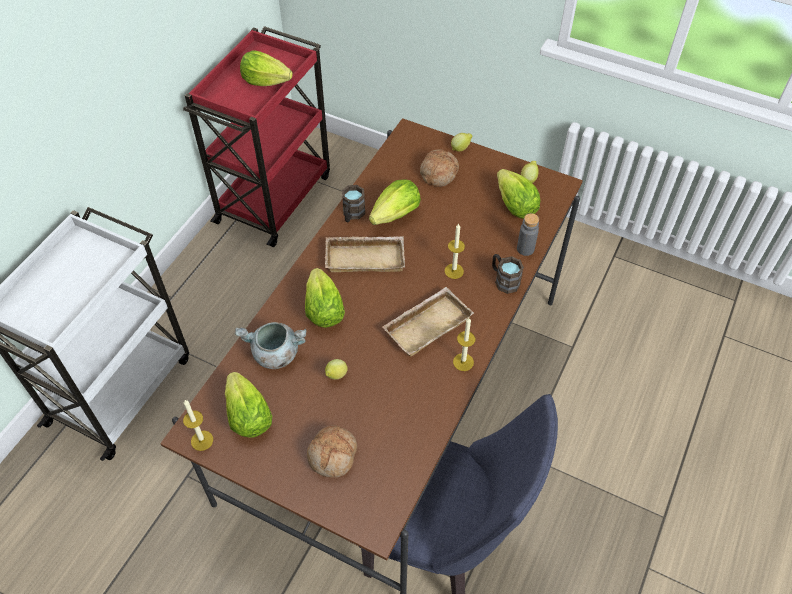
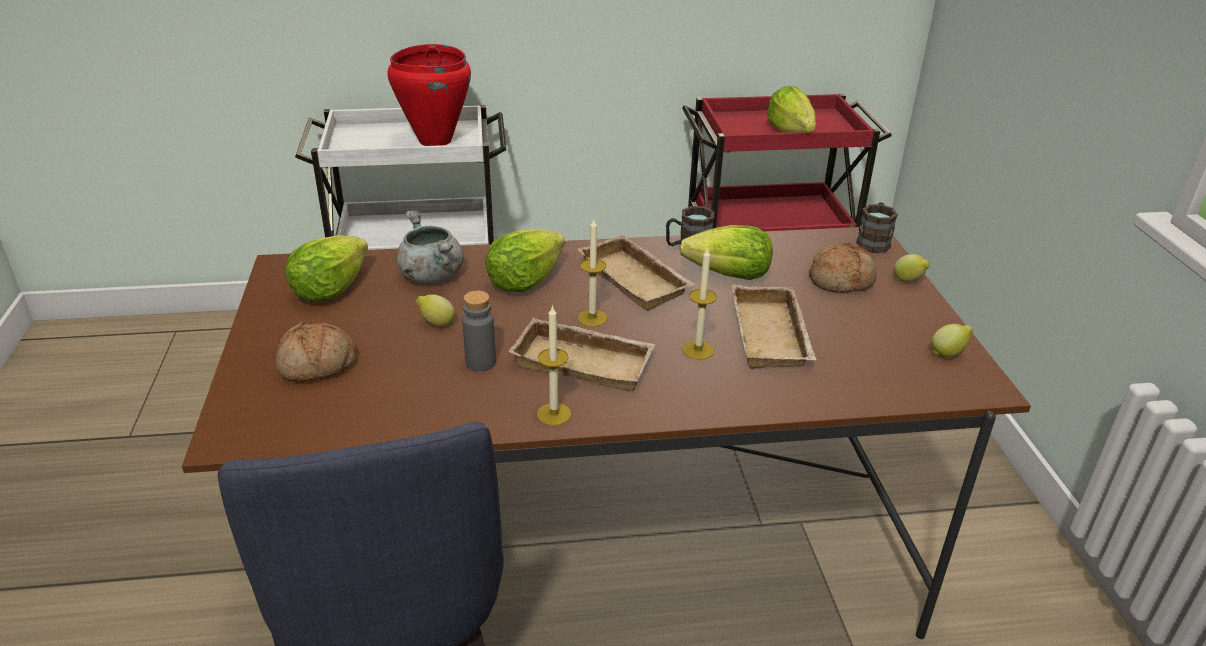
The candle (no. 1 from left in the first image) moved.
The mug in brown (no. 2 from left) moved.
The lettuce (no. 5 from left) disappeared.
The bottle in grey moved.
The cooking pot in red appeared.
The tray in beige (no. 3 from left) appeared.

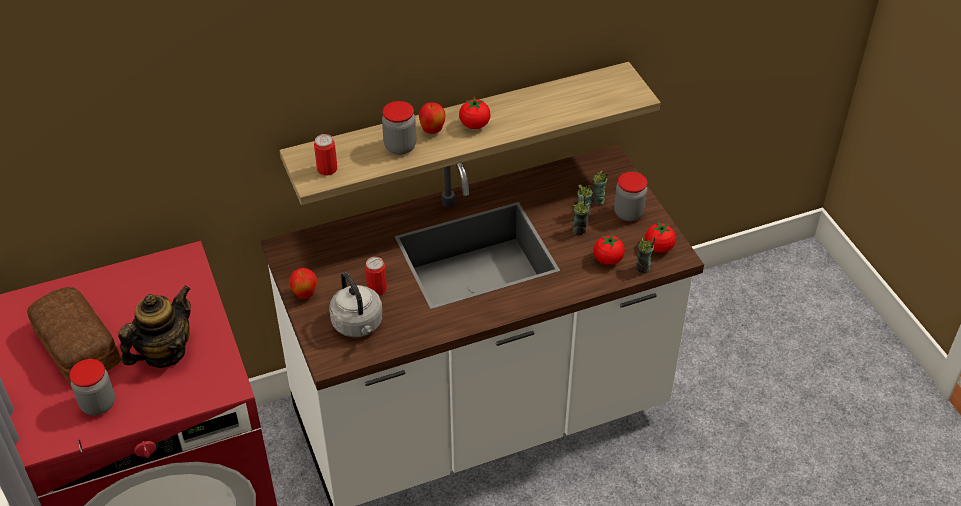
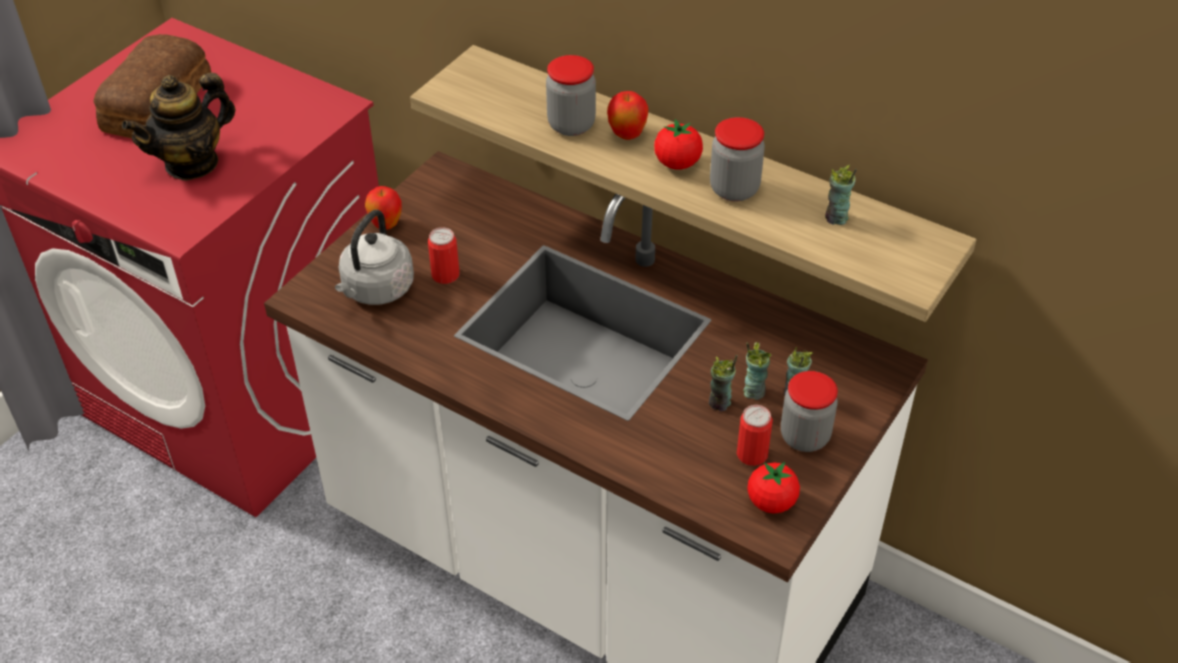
The jar (no. 1 from left in the first image) moved.
The teapot turned 135 degrees clockwise.
The can (no. 1 from left in the first image) moved.
The tomato (no. 2 from left) disappeared.
The cup (no. 4 from left) moved.

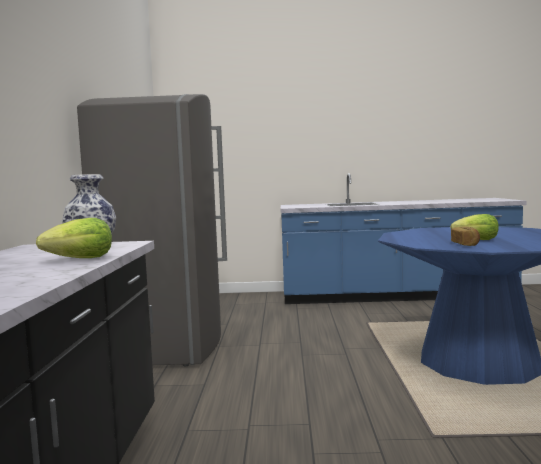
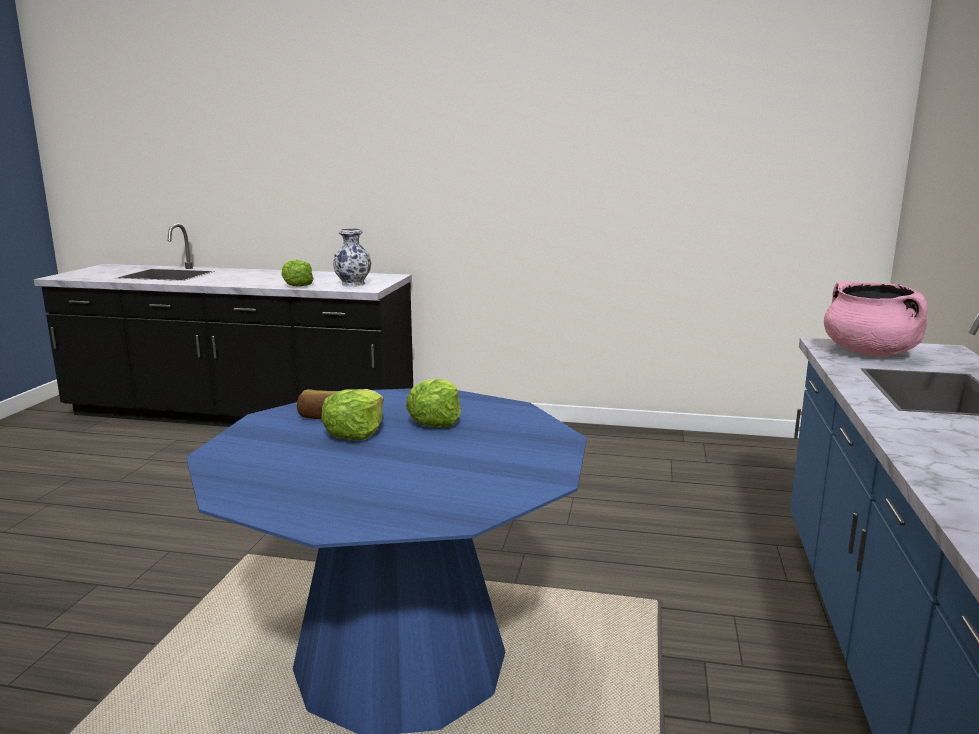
The fridge in grey disappeared.
The lettuce (no. 3 from left) appeared.
The cooking pot in pink appeared.

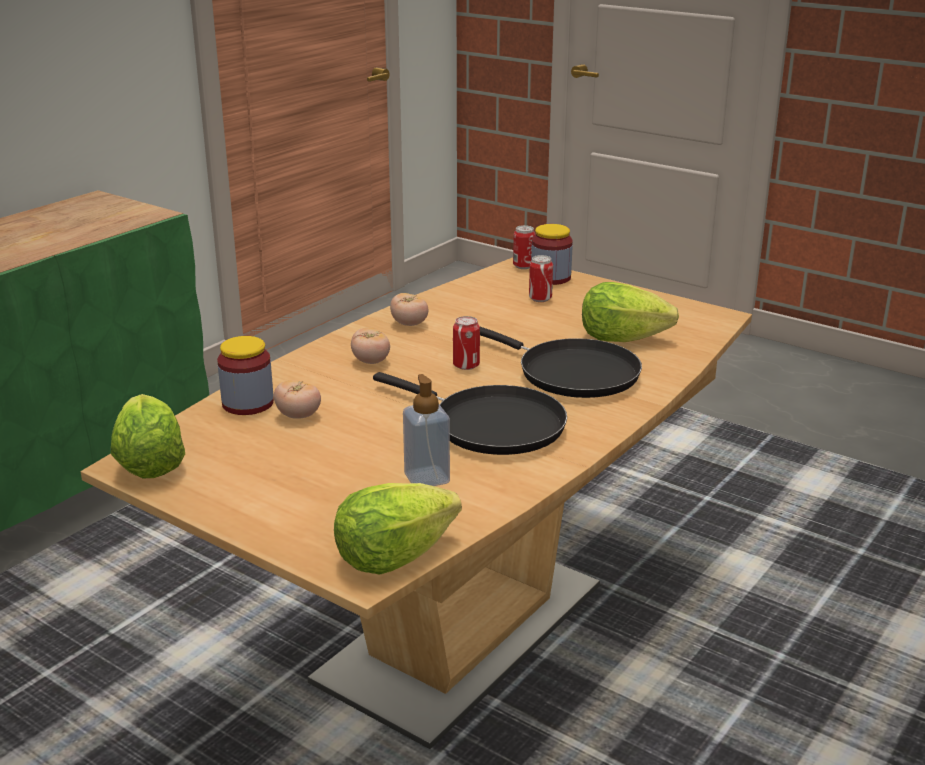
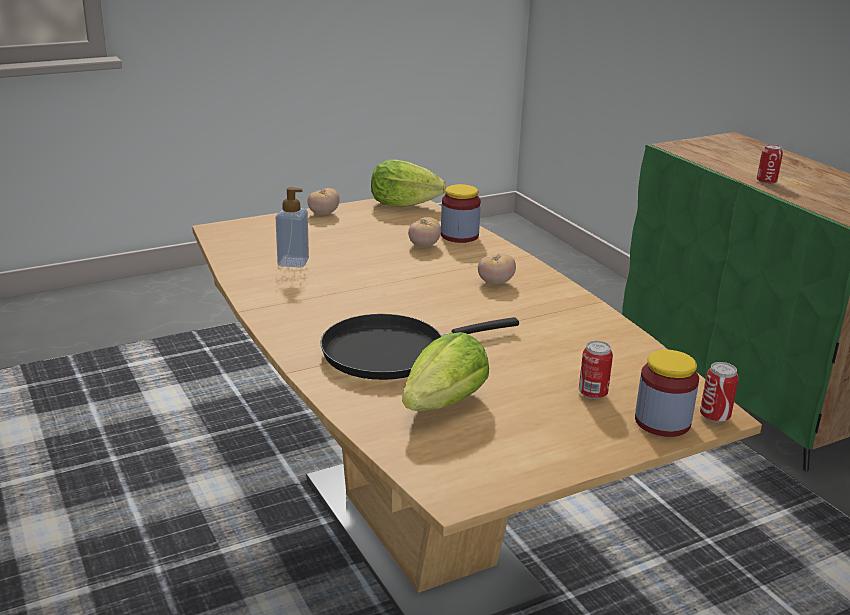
The lettuce (no. 2 from left) disappeared.
The frying pan in black (no. 1 from left) disappeared.
The tomato (no. 3 from left in the first image) moved.
The can (no. 1 from left in the first image) moved.

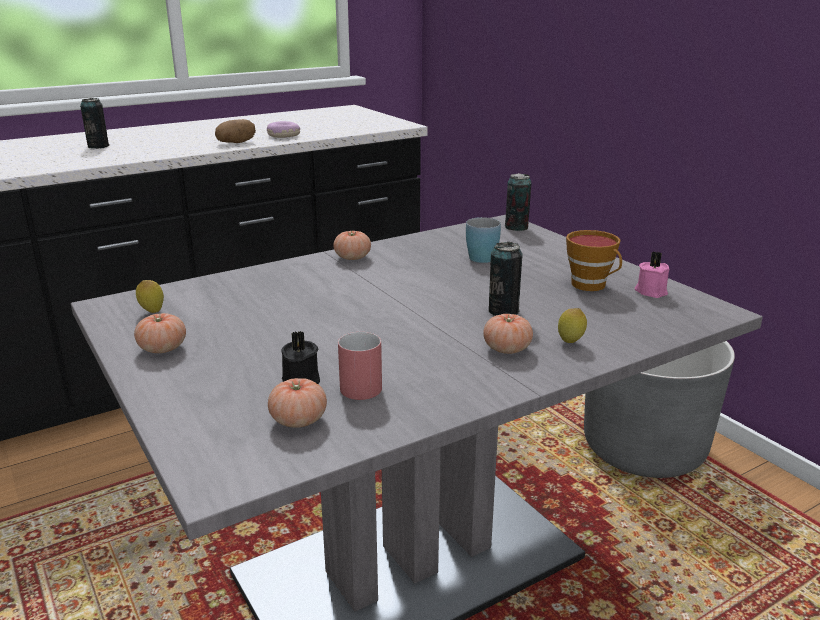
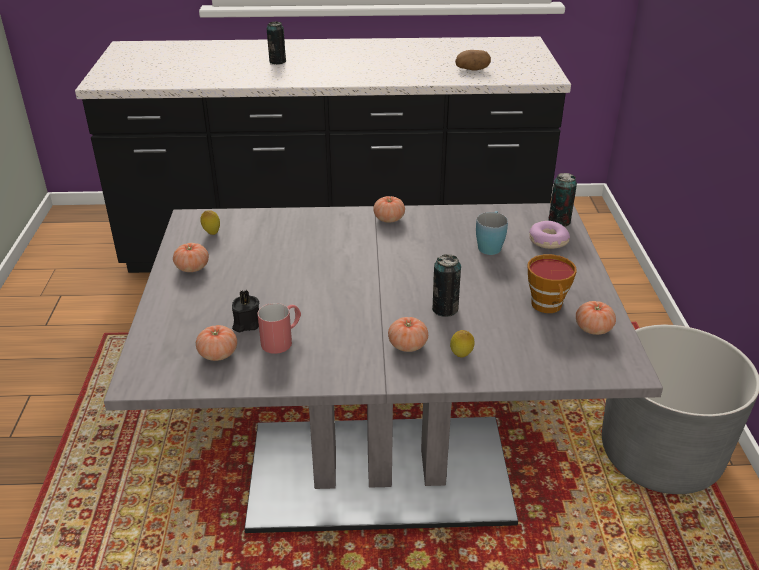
The potato moved.
The donut moved.
The candle in pink was replaced by the tomato (no. 5 from left).

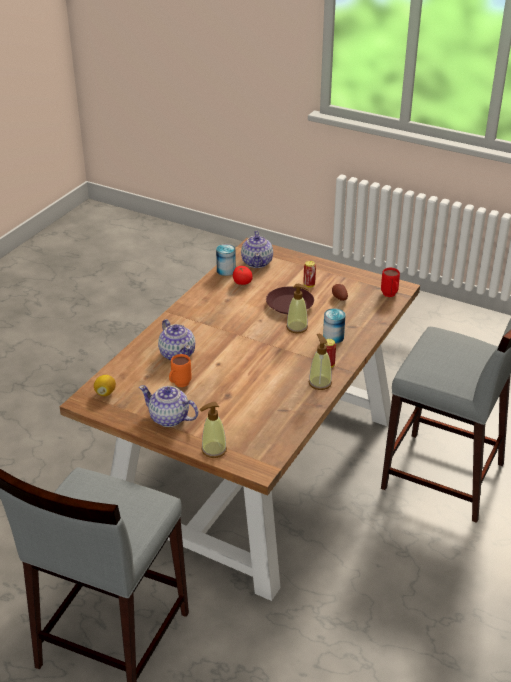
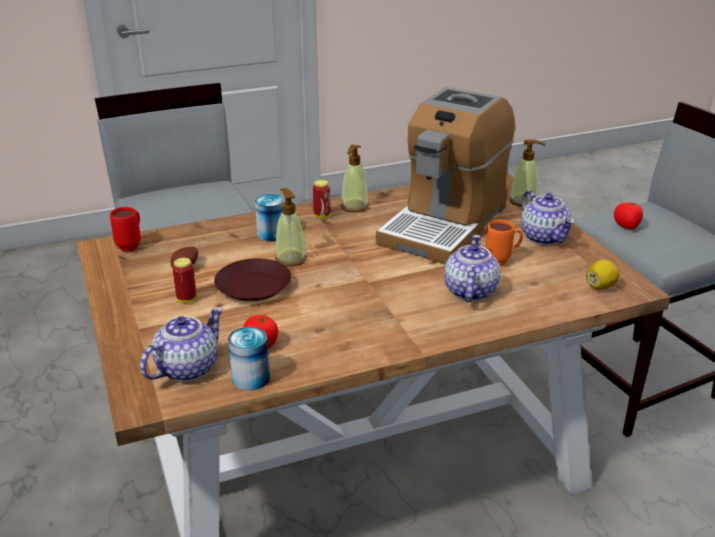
The coffee machine appeared.
The tomato (no. 2 from left) appeared.

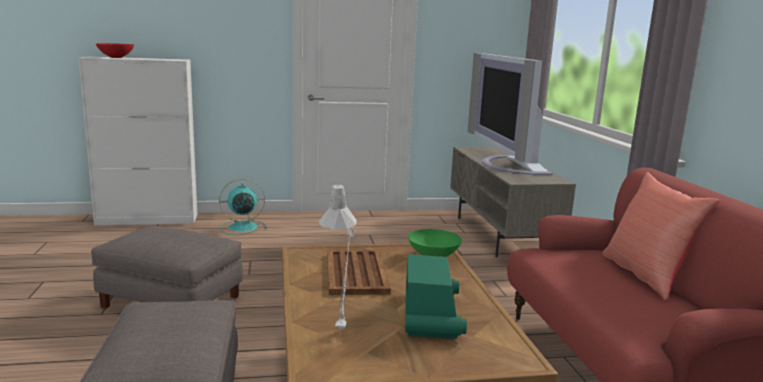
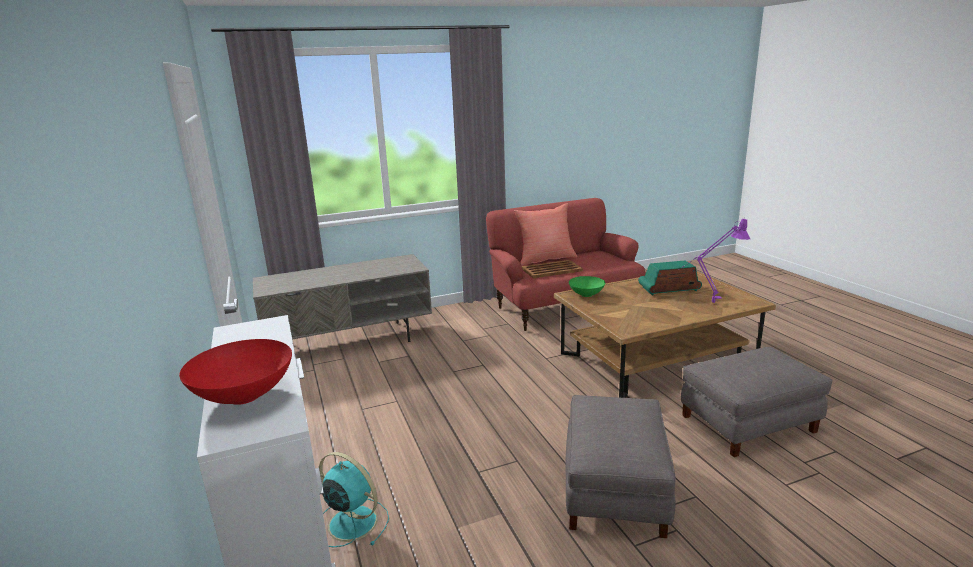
The fan in turquoise turned 150 degrees clockwise.
The table lamp in grey became the table lamp in purple.
The tray in brown moved.
The television disappeared.

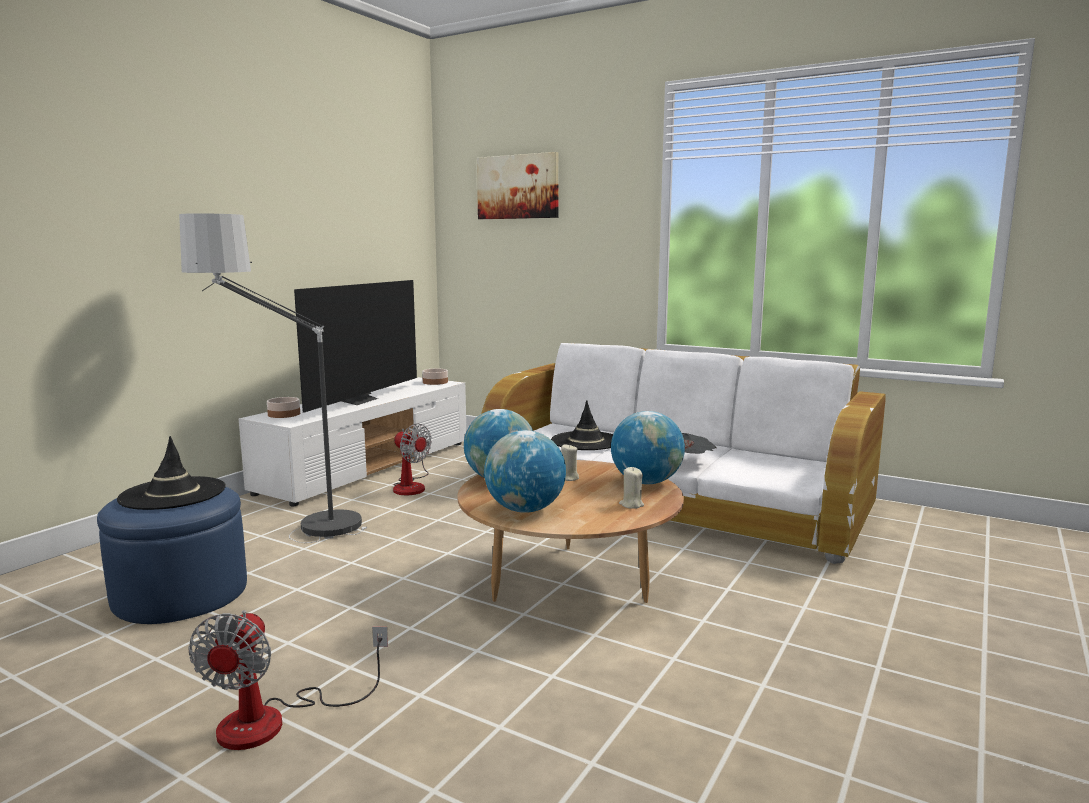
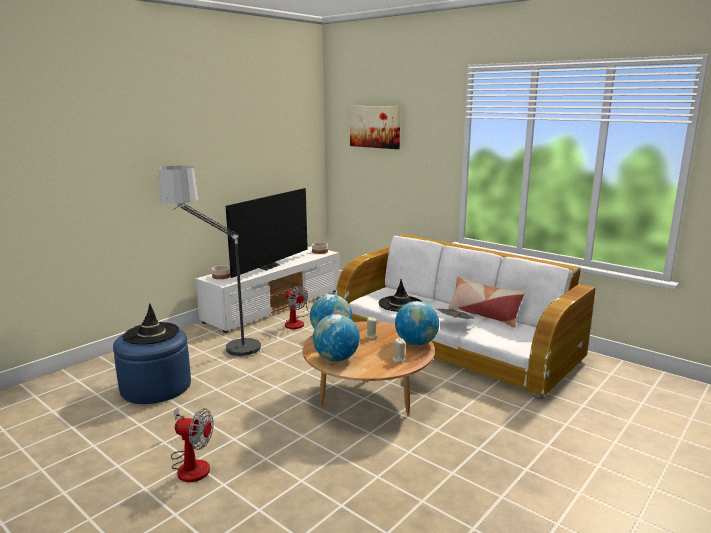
The fan (no. 1 from left) turned 90 degrees counterclockwise.
The pillow appeared.

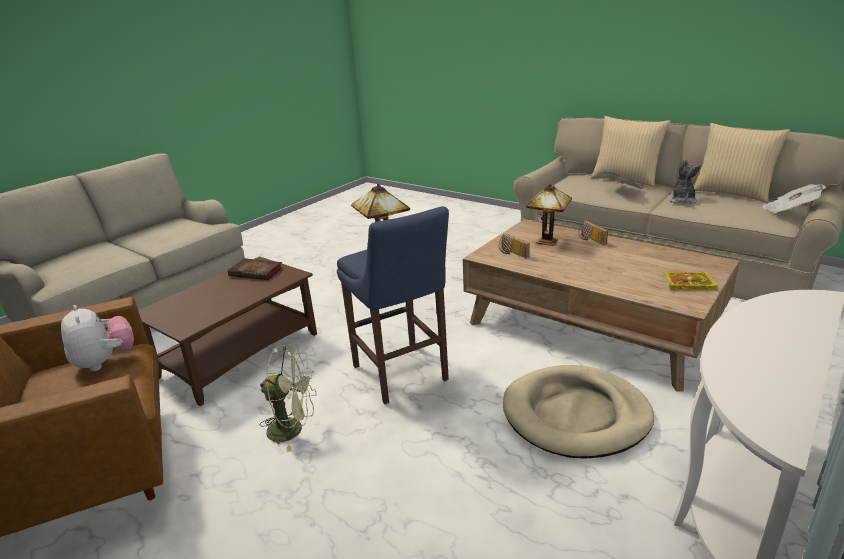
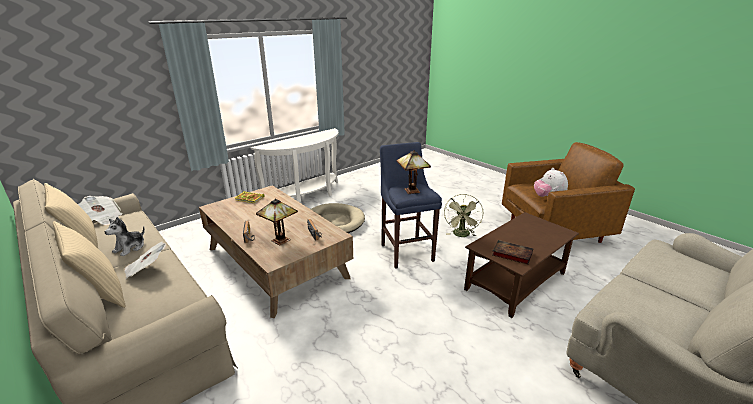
The fan in green turned 90 degrees counterclockwise.

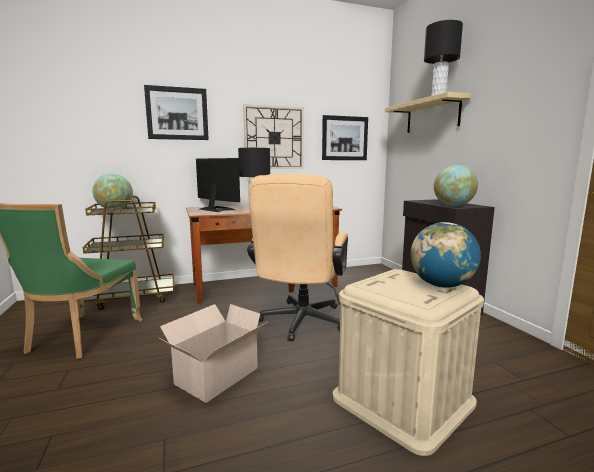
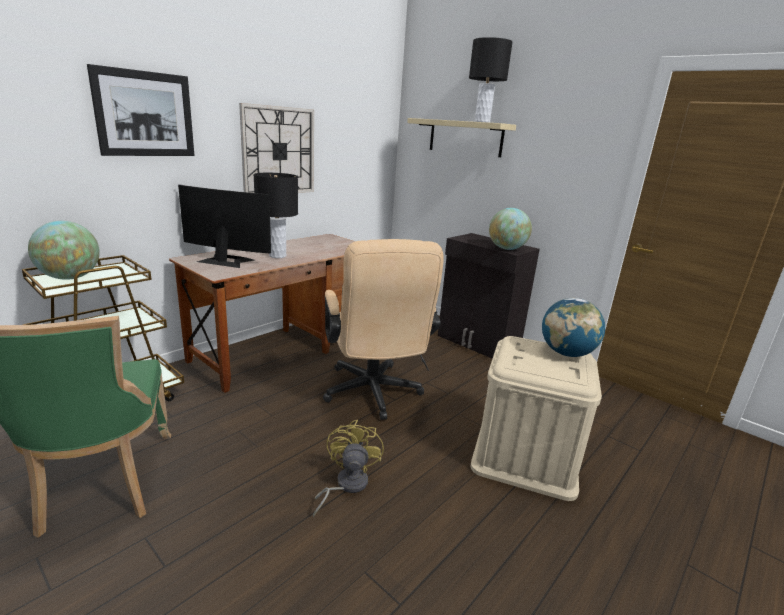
The cardboard box was replaced by the fan in yellow.
The picture (no. 2 from left) disappeared.

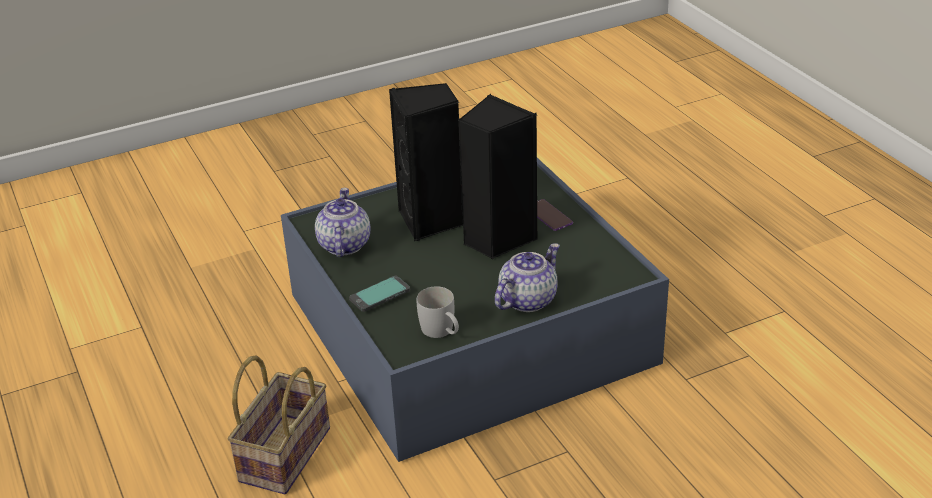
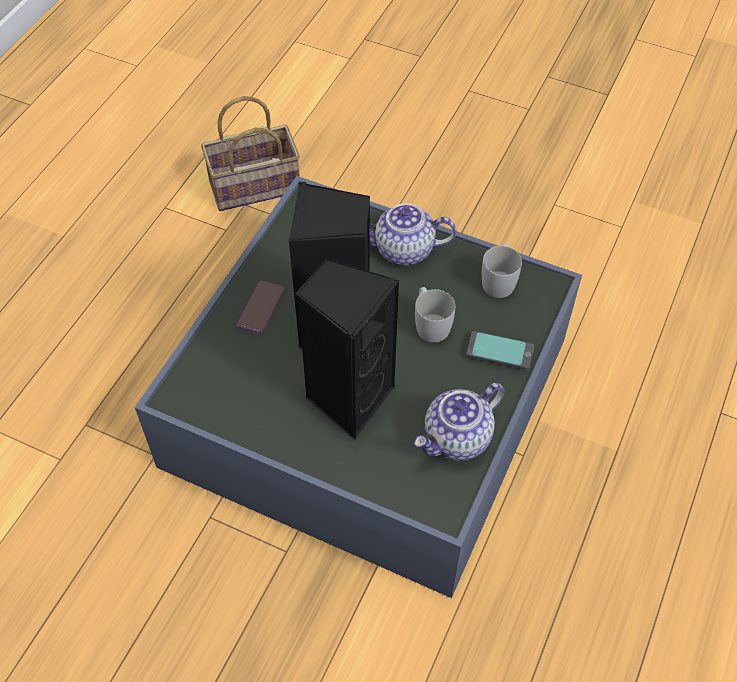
The basket moved.
The mug in white (no. 1 from left) appeared.

